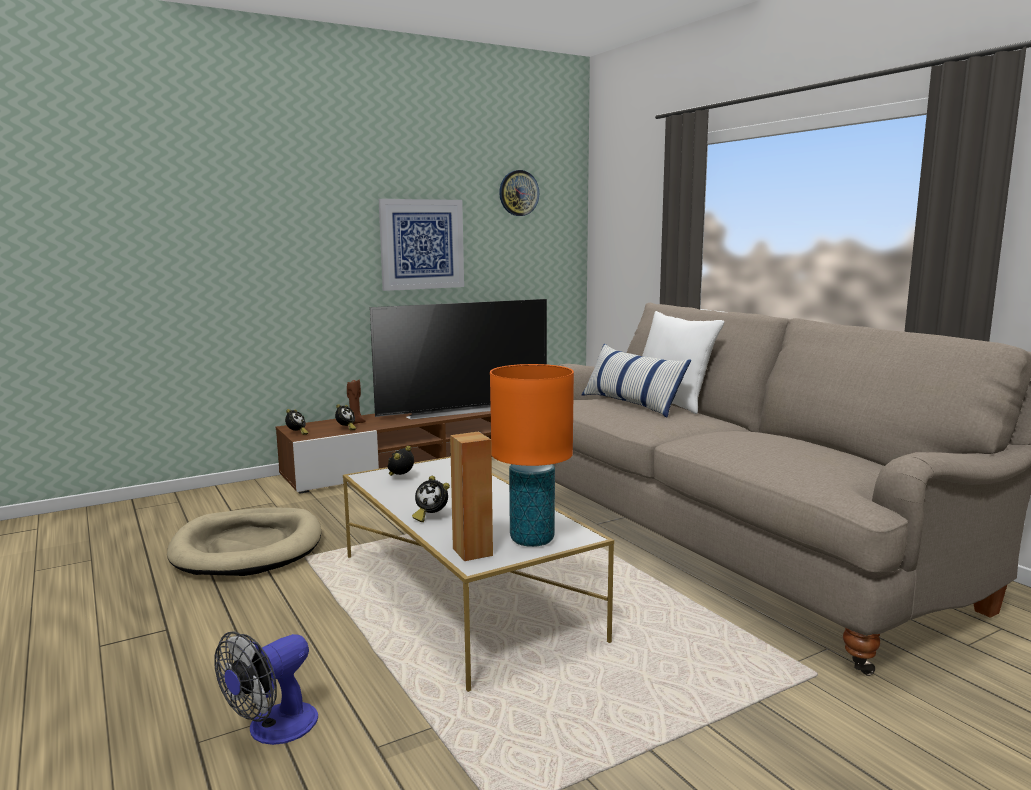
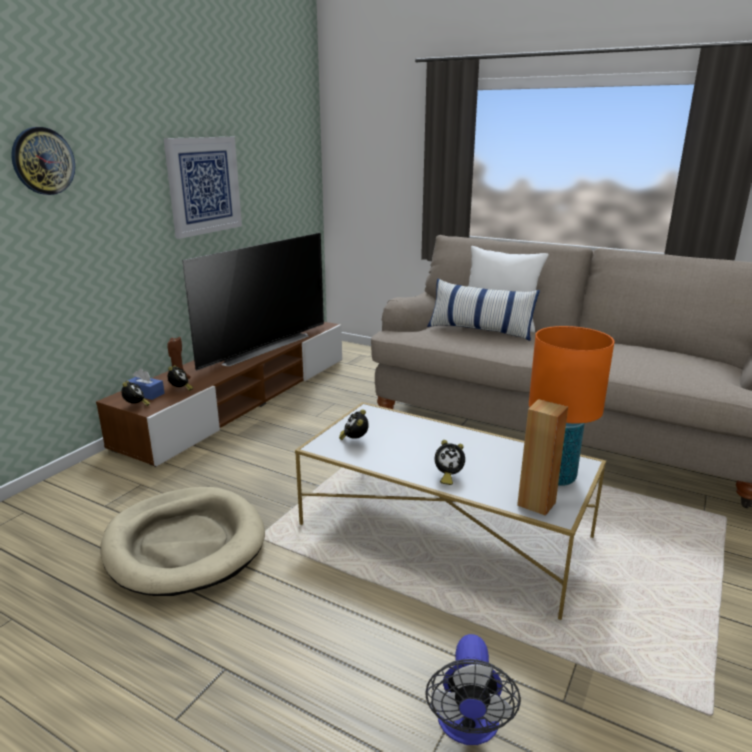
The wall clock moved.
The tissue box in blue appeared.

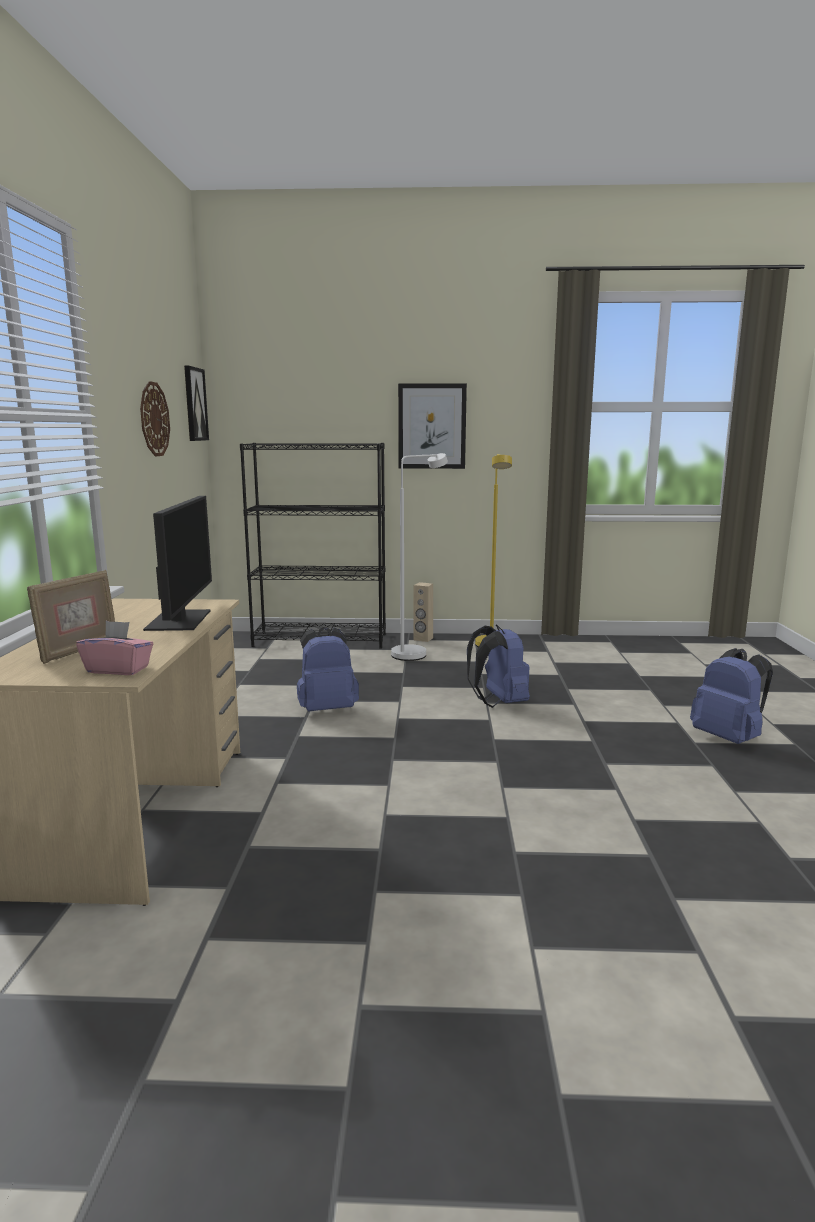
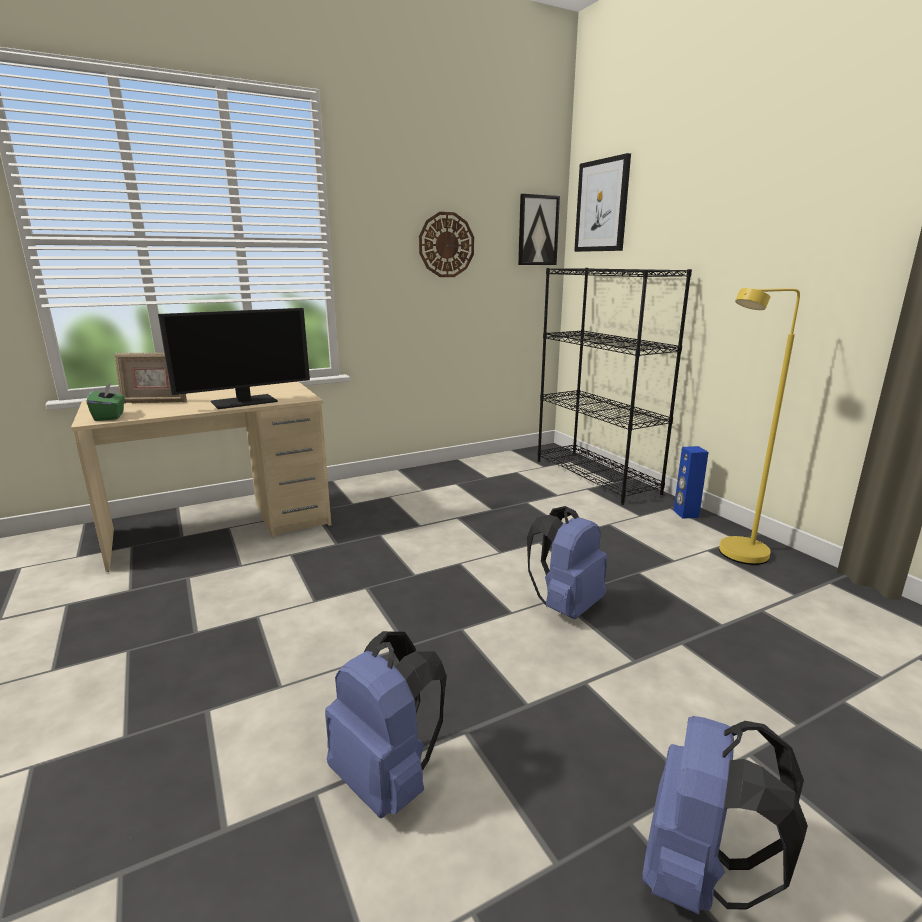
The tissue box in pink became the tissue box in green.
The backpack in blue (no. 1 from left) moved.
The floor lamp in white disappeared.
The picture (no. 2 from left) moved.
The speaker in beige became the speaker in blue.

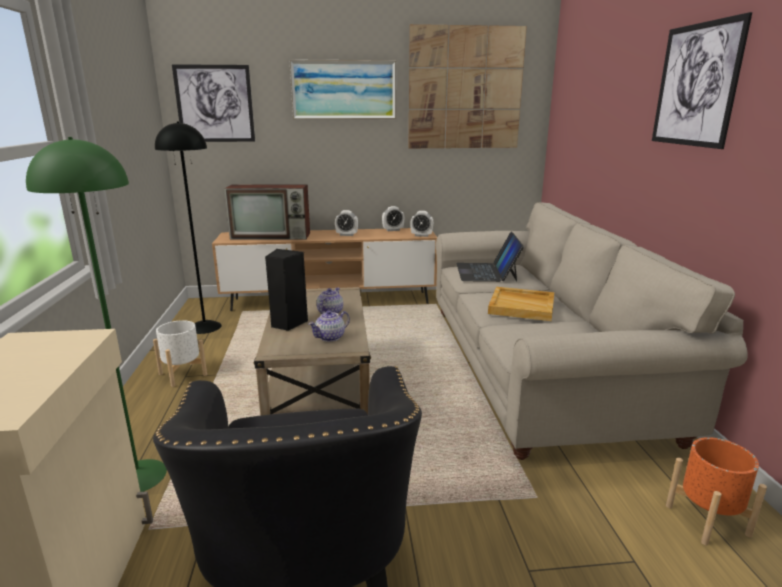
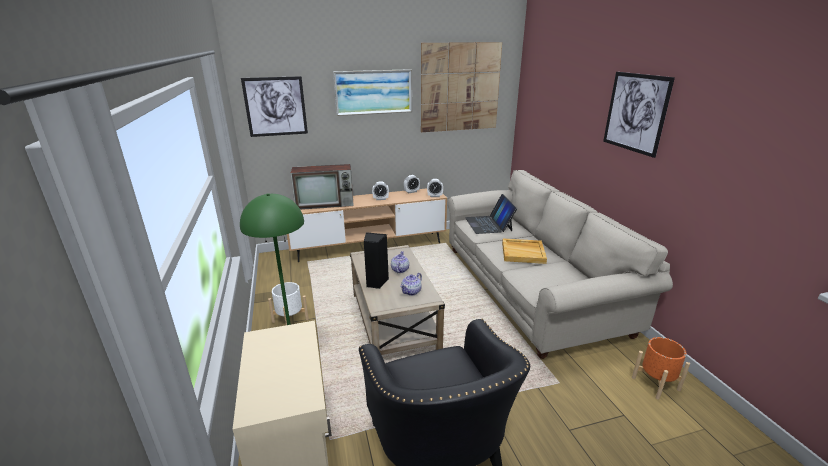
The floor lamp in black disappeared.

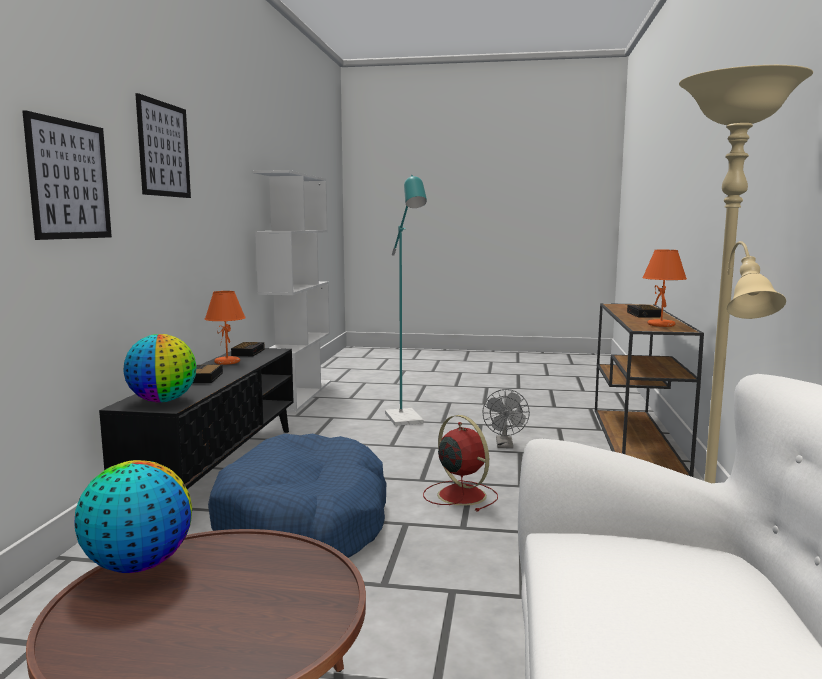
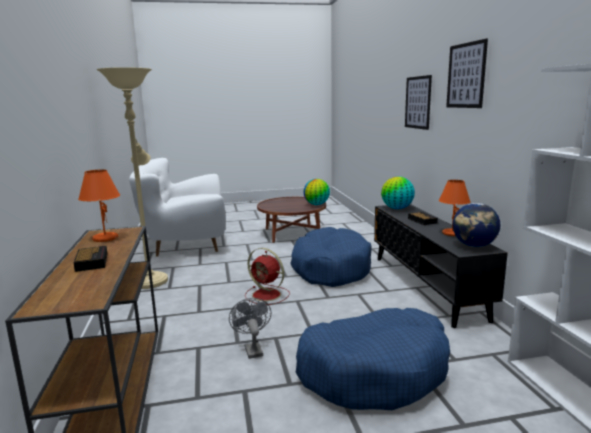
The alarm clock (no. 2 from left) was replaced by the globe (no. 3 from left).
The floor lamp in turquoise was replaced by the dog bed in blue (no. 2 from left).

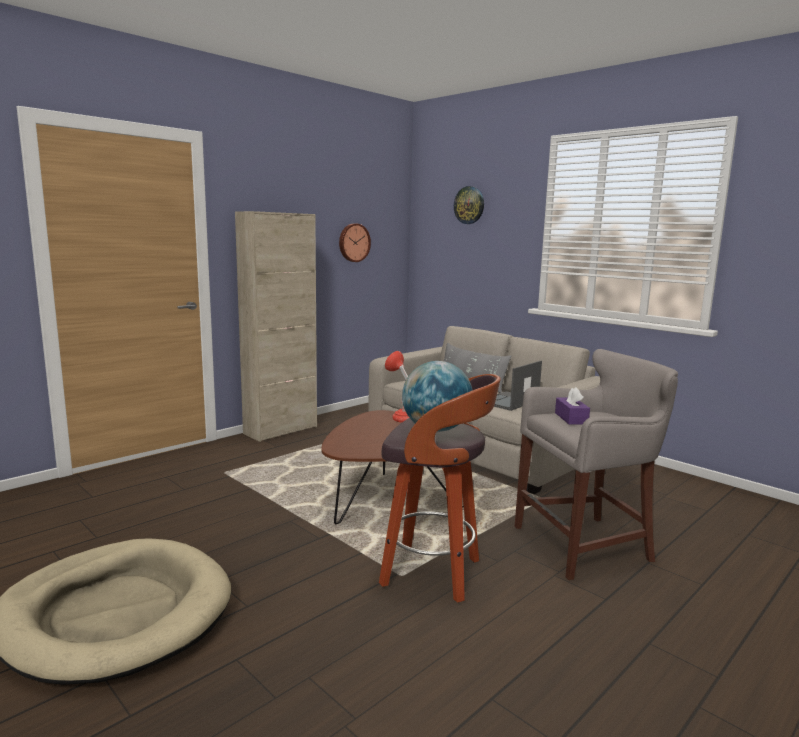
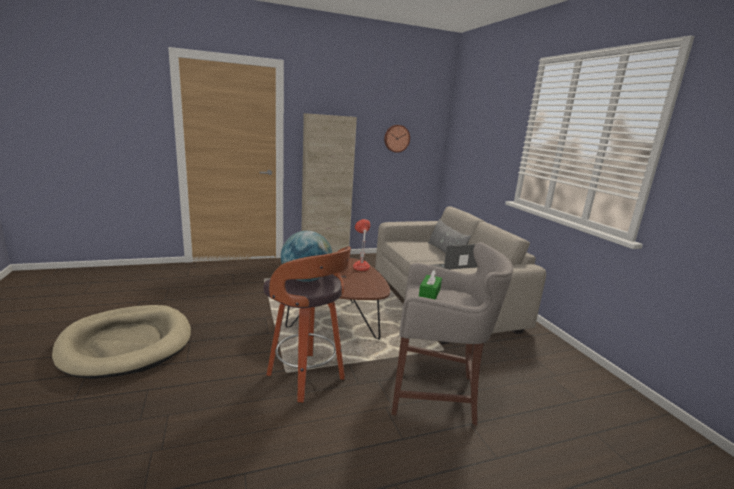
The wall clock (no. 2 from left) disappeared.
The tissue box in purple became the tissue box in green.

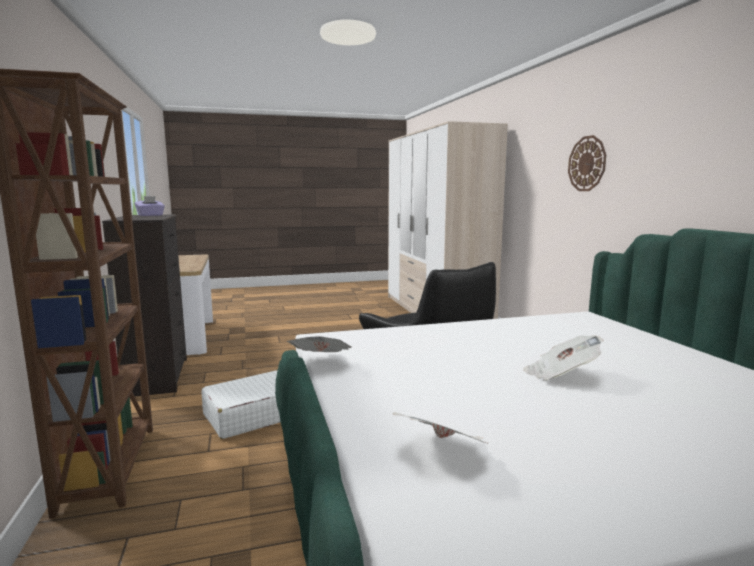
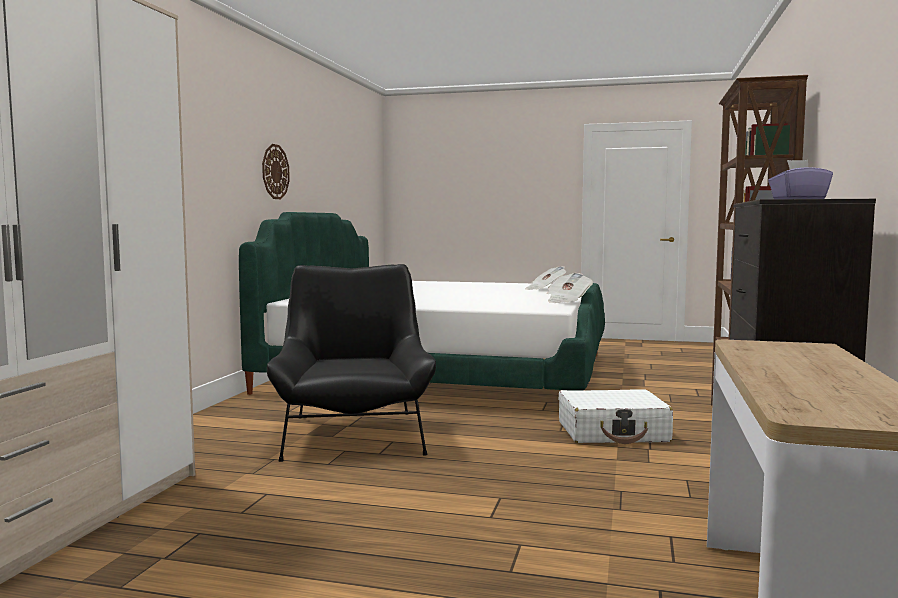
The newspaper (no. 3 from left) disappeared.
The wall clock moved.

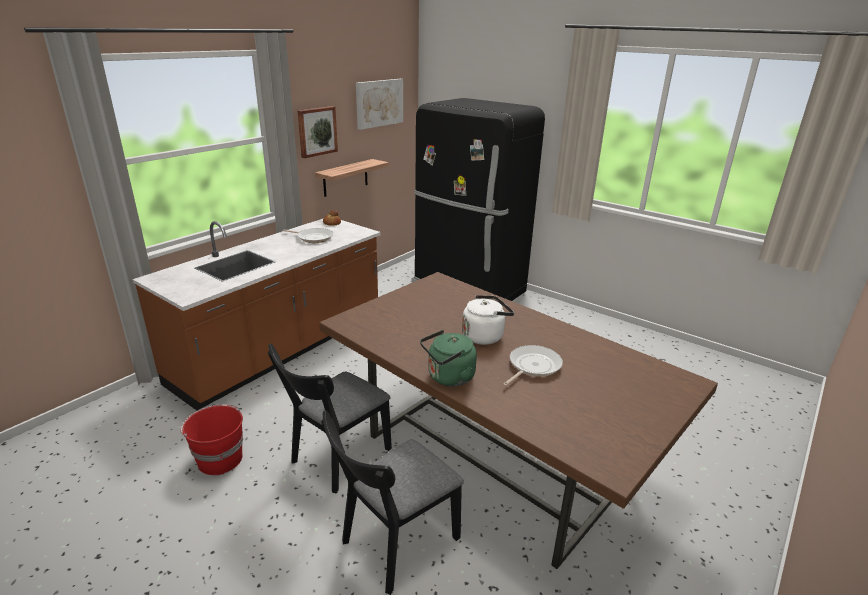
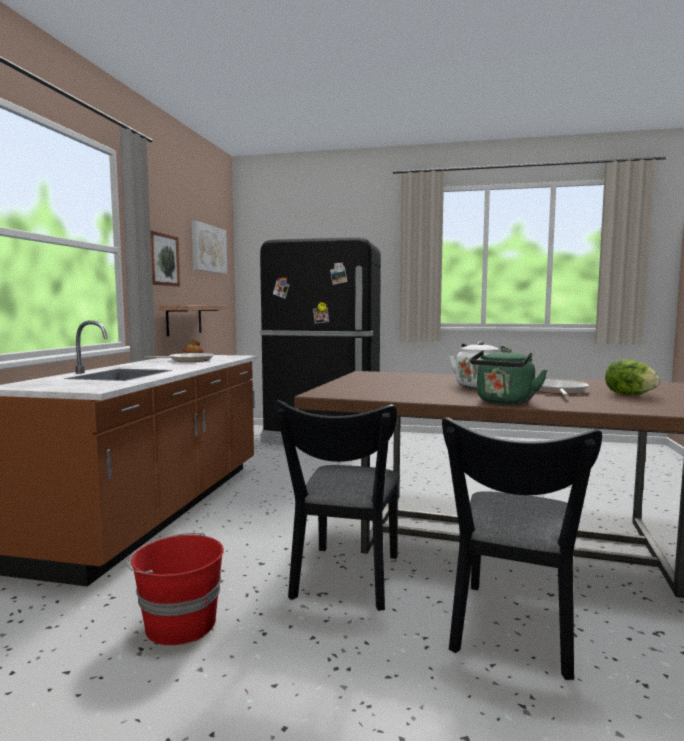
The lettuce appeared.

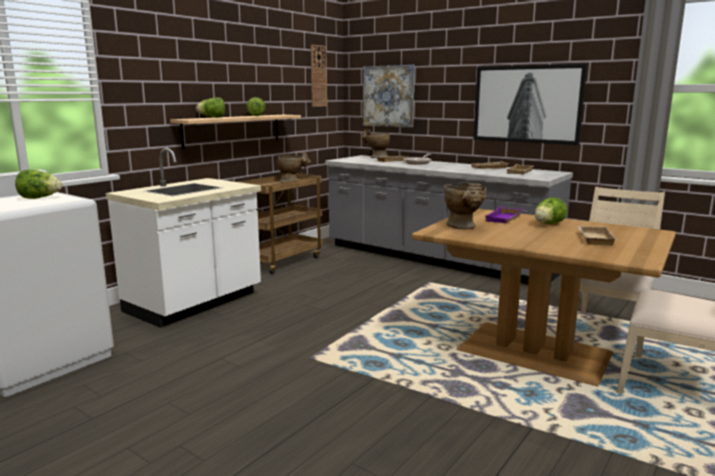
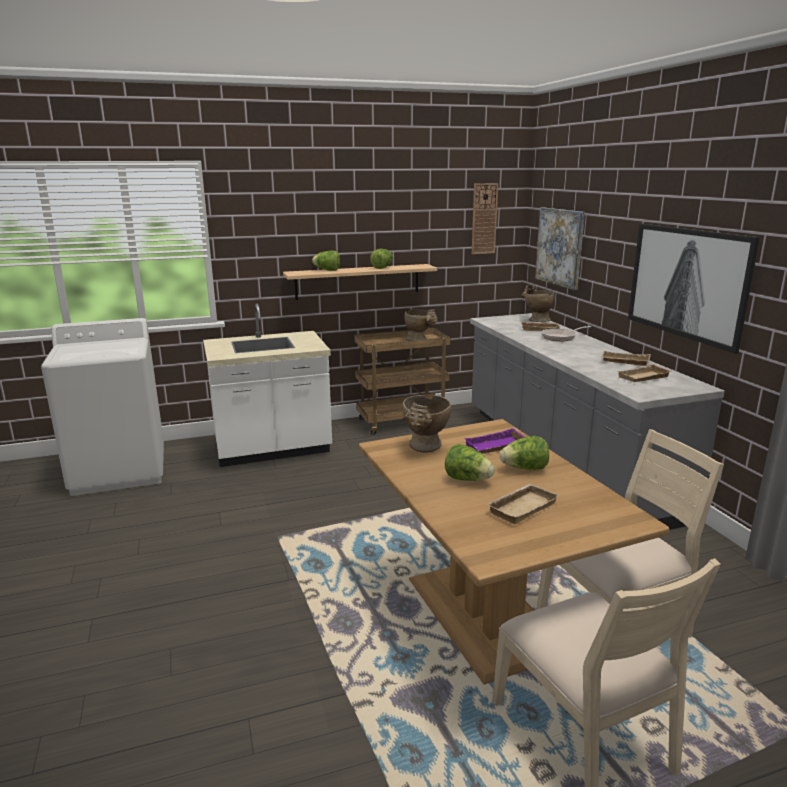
The lettuce (no. 1 from left in the first image) moved.

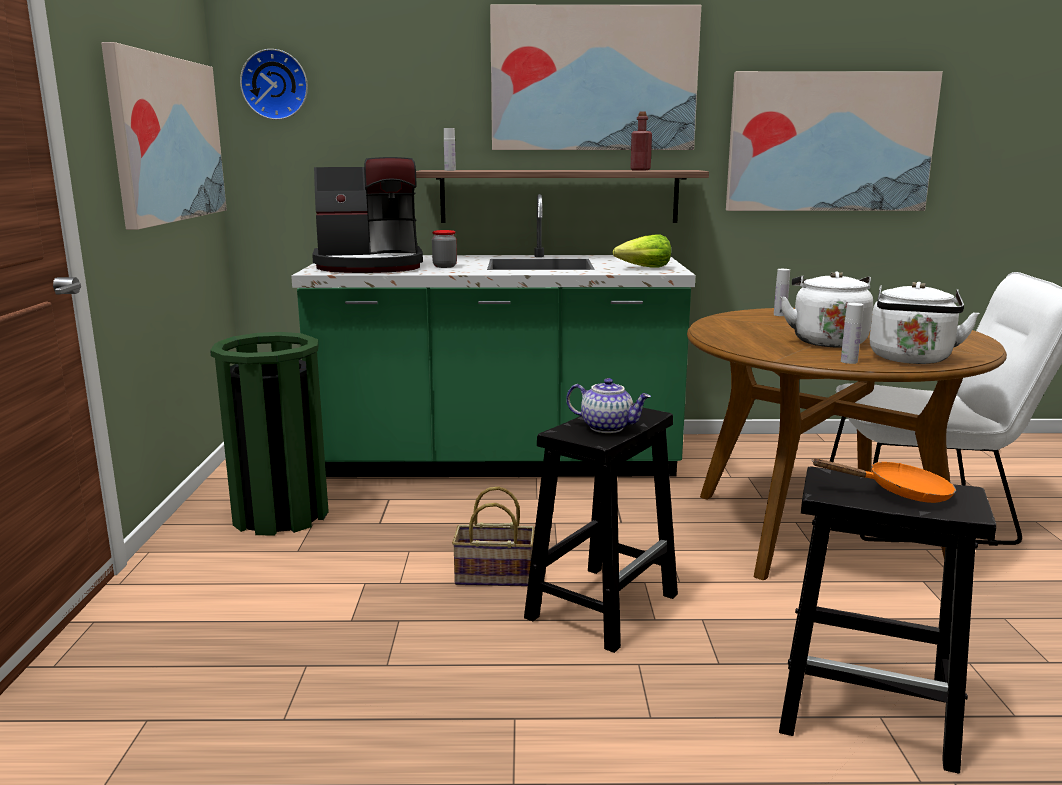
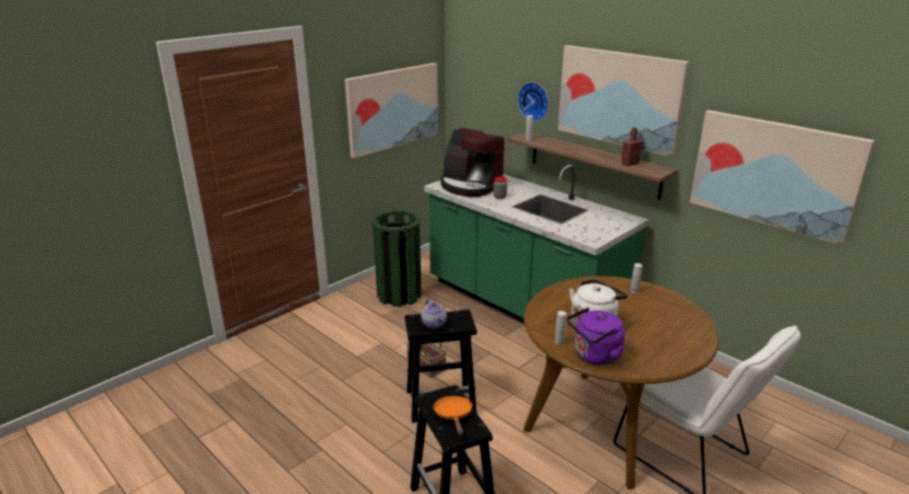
The wall clock moved.
The lettuce disappeared.
The frying pan in orange turned 150 degrees counterclockwise.
The kettle in white (no. 2 from left) became the kettle in purple.

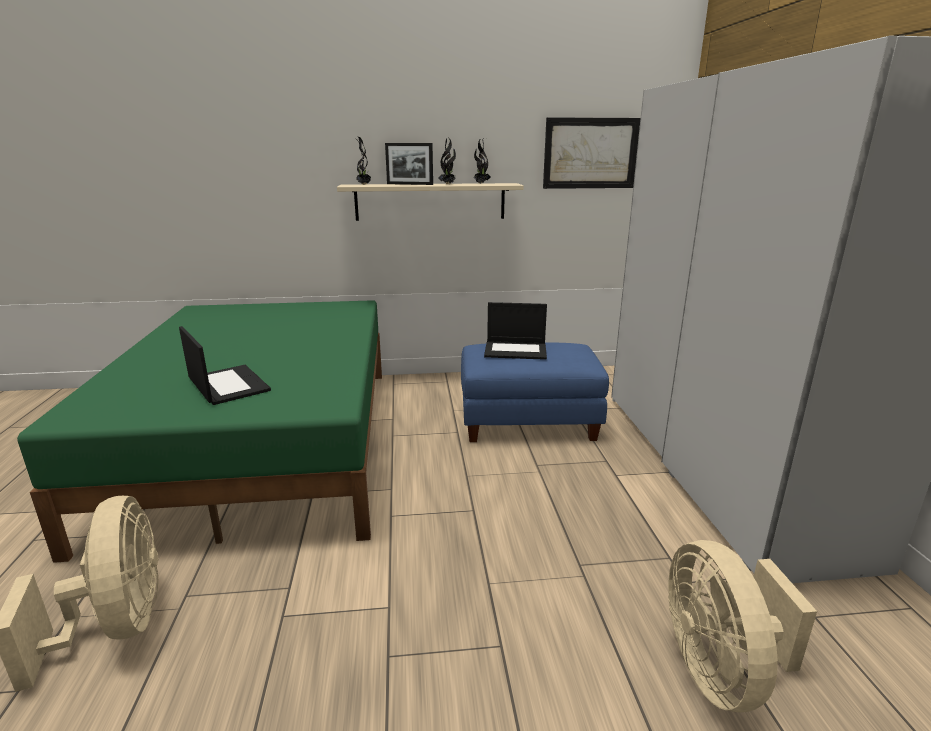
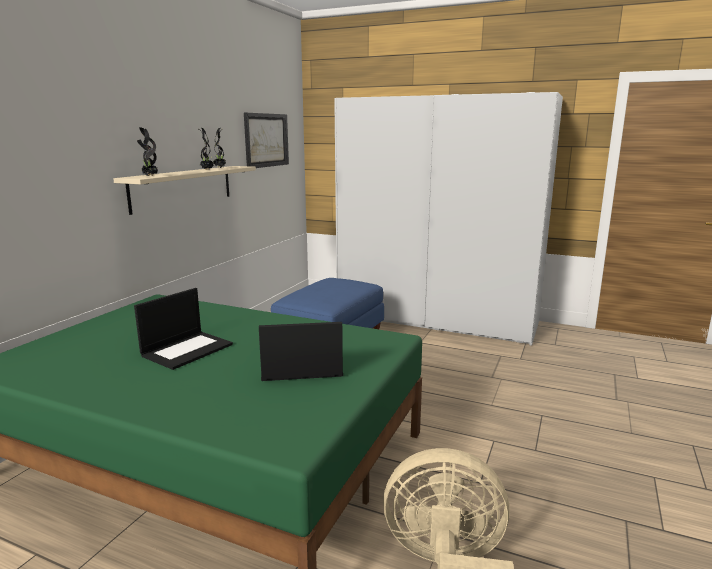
The picture frame disappeared.
The laptop (no. 2 from left in the first image) moved.
The fan in beige (no. 2 from left) disappeared.

